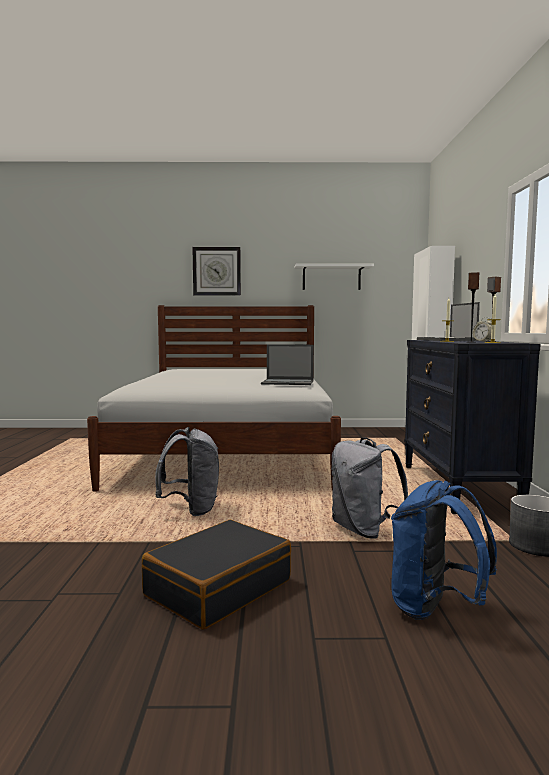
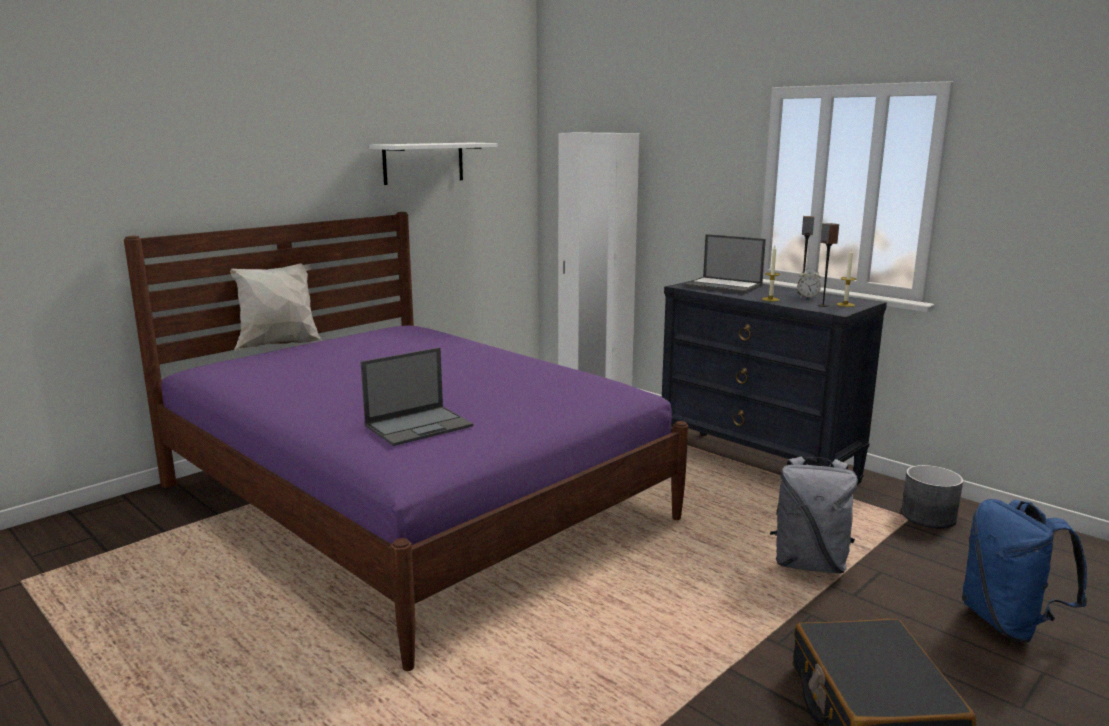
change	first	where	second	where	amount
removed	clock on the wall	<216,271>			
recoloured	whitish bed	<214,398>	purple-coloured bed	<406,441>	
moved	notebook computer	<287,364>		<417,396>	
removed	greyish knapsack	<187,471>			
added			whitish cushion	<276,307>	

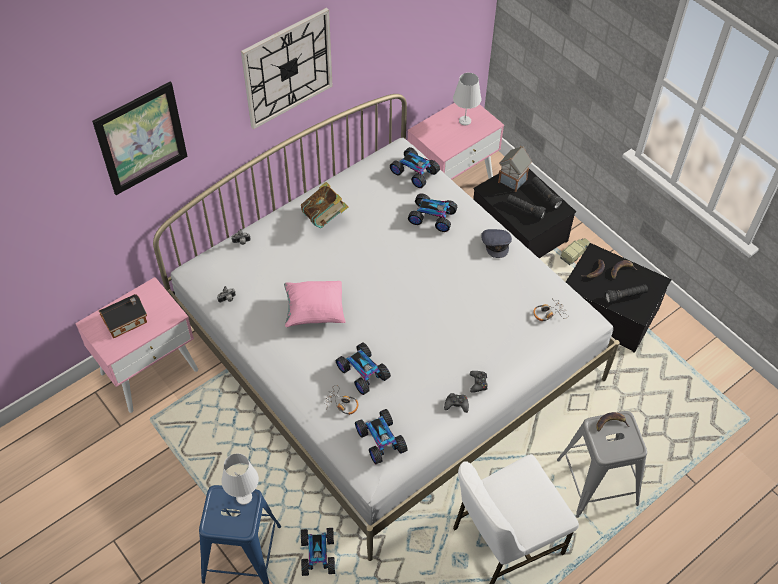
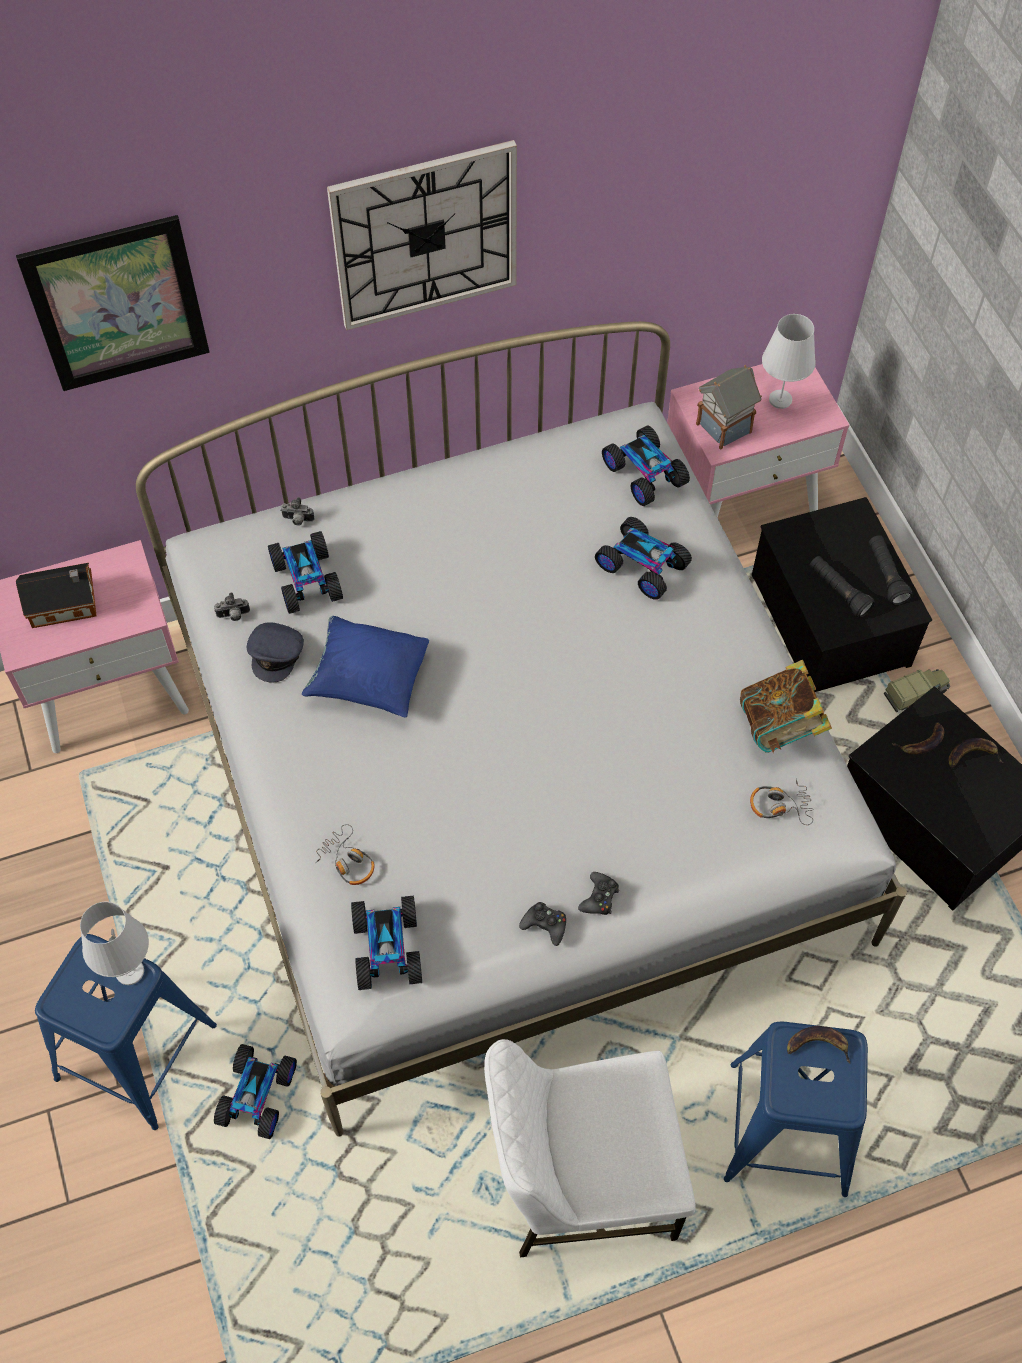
change	first	where	second	where	amount
moved	toy house	<515,169>		<729,407>	
moved	volume	<324,205>		<786,706>	
moved	greyish cap	<496,243>		<275,652>	
recoloured	pink-coloured cushion	<315,304>	blue cushion	<365,667>	
removed	black torch	<626,294>			
moved	miniature car	<363,368>		<305,572>	
recoloured	greyish stool seat	<602,464>	blue stool seat	<796,1109>	

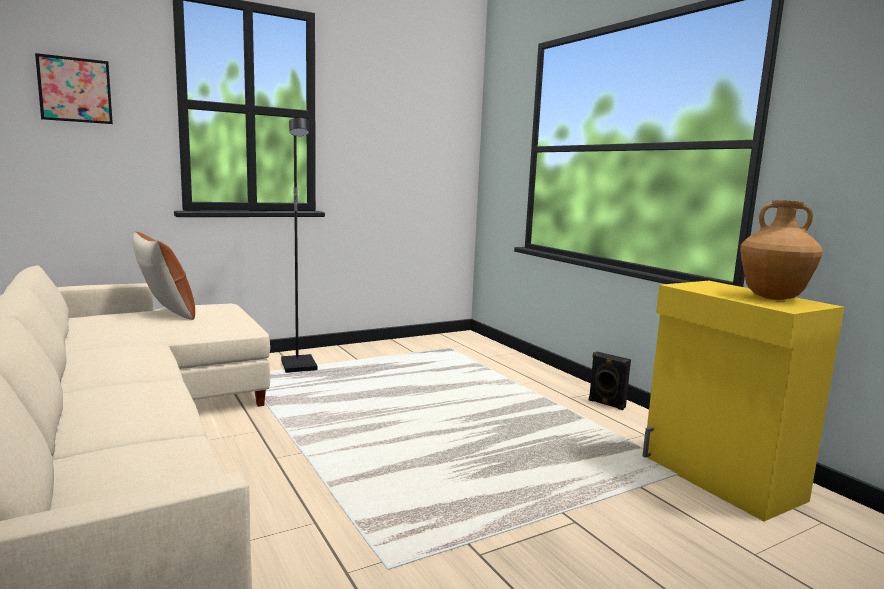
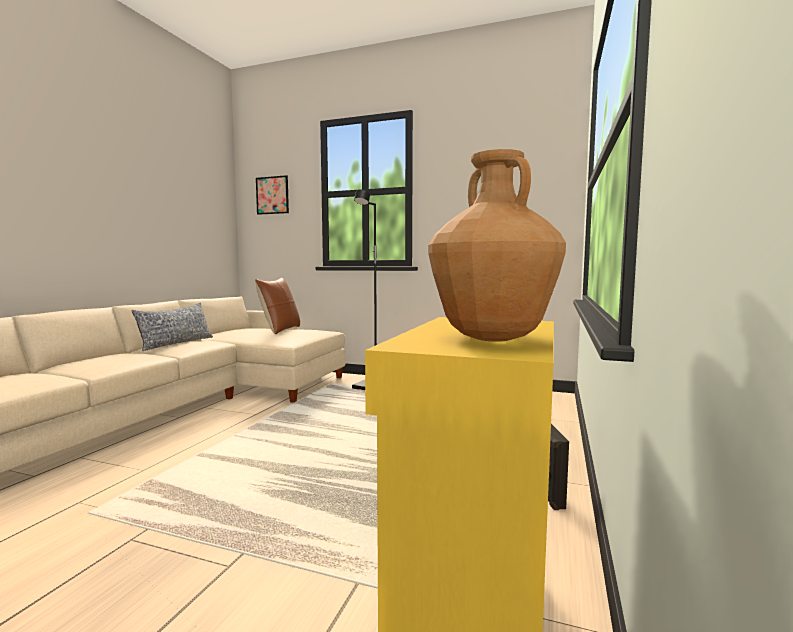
change	first	where	second	where	amount
added			cushion	<172,327>	

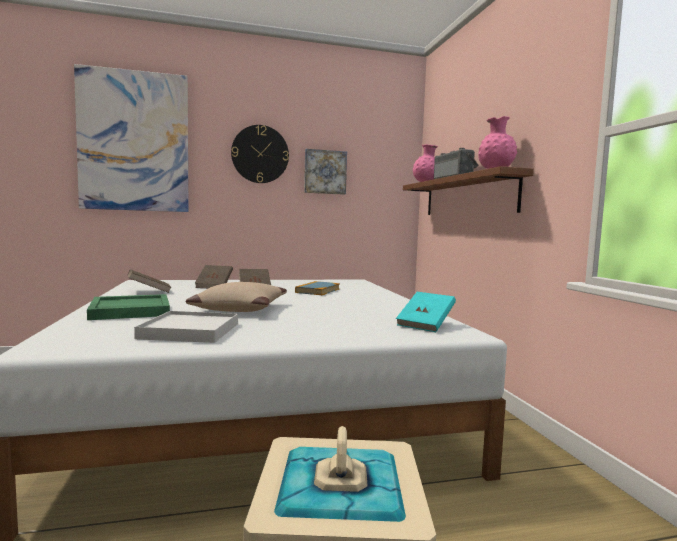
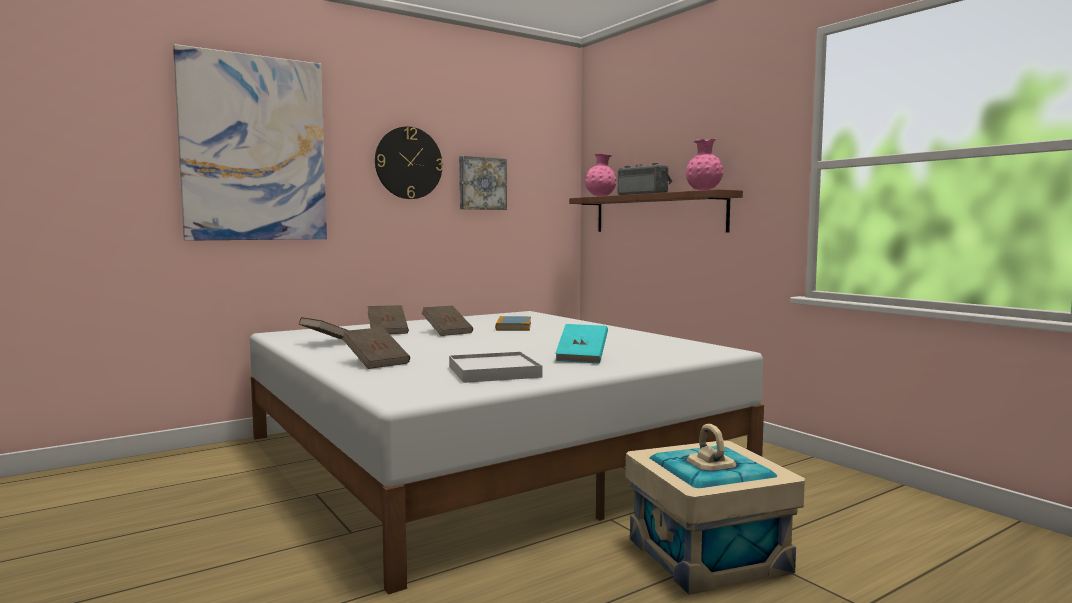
change	first	where	second	where	amount
removed	beige-coloured cushion	<236,297>			
moved	turquoise-coloured volume	<426,312>		<581,343>	
replaced	green-coloured carrying tray	<128,307>	brownish volume	<376,348>	

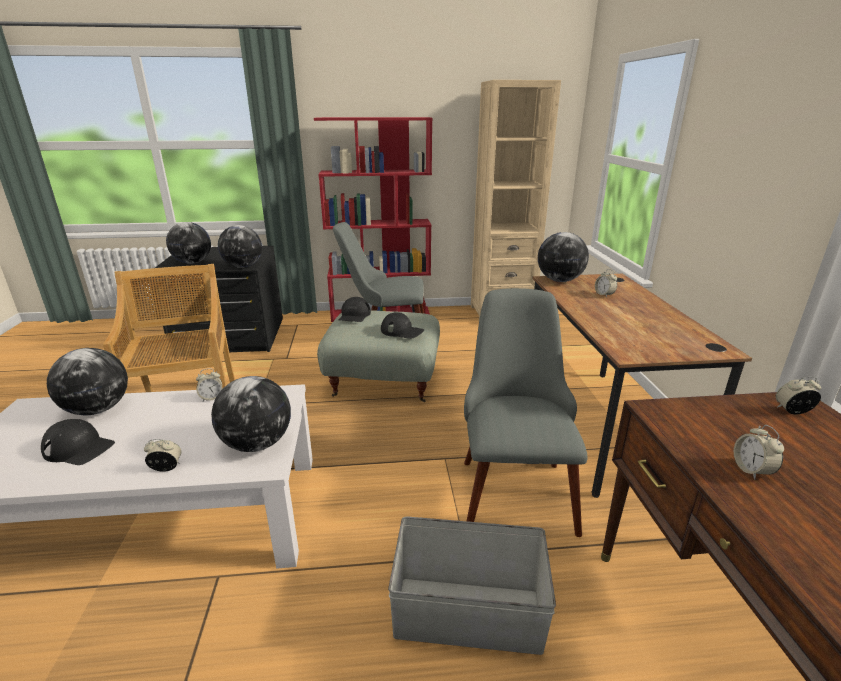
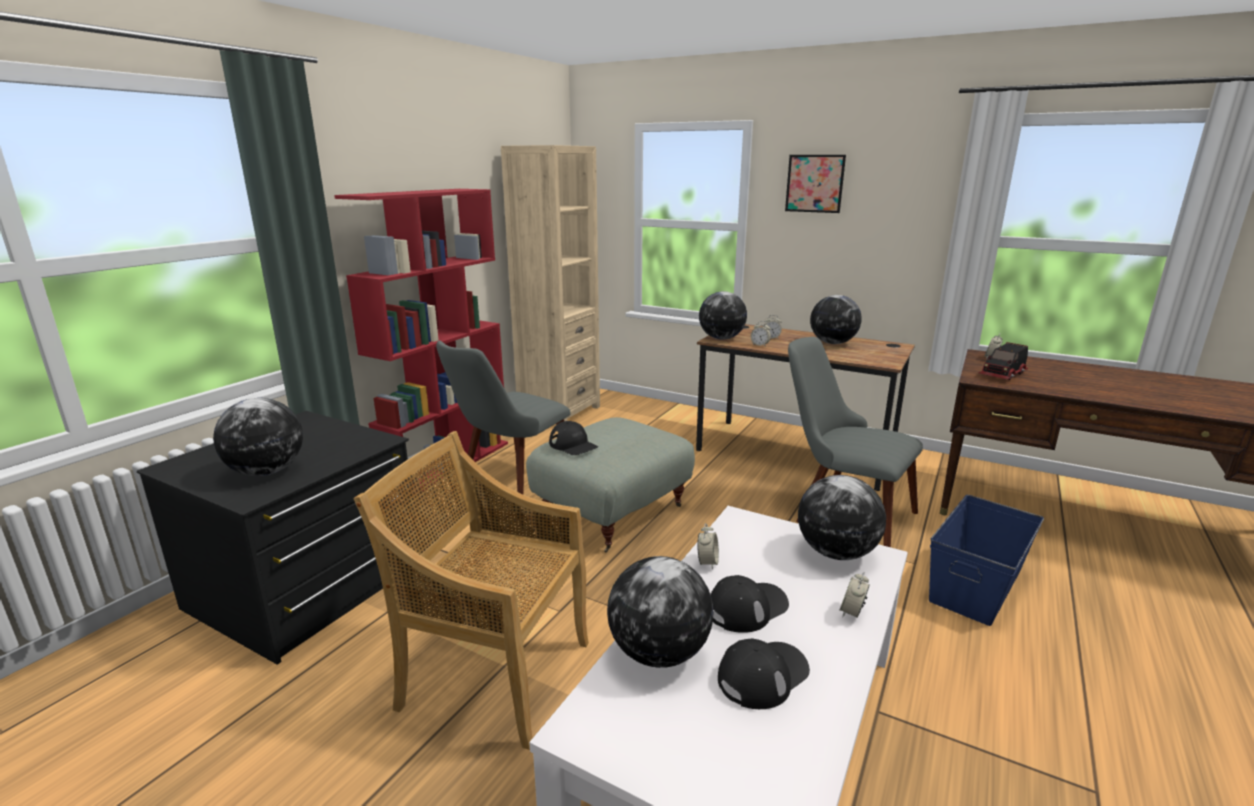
change	first	where	second	where	amount
moved	world globe	<240,246>		<835,319>	
moved	black cap	<402,325>		<749,604>	
moved	bedside clock	<759,452>		<761,334>	
recoloured	greyish storage bin	<472,586>	blue storage bin	<986,560>	
added			picture	<815,184>	
added			toy lorry	<1003,361>	

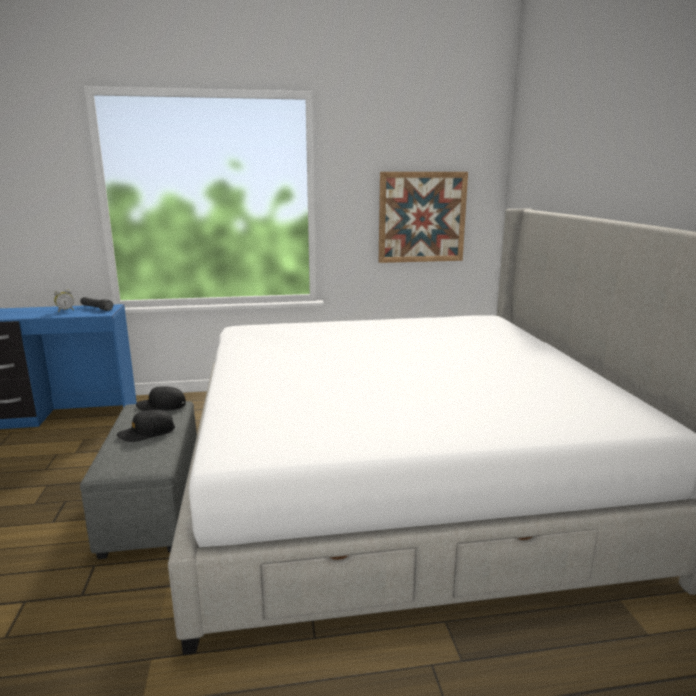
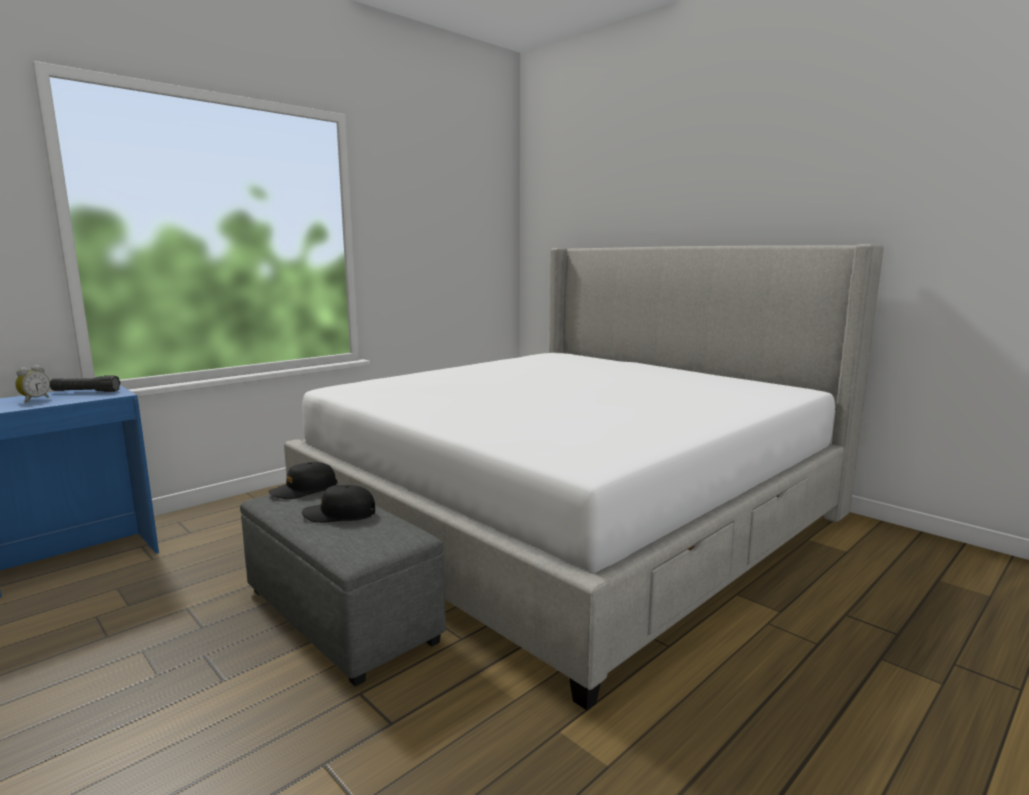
change	first	where	second	where	amount
removed	picture	<423,217>			
turned	black cap	<146,426>		<338,504>	60 degrees clockwise

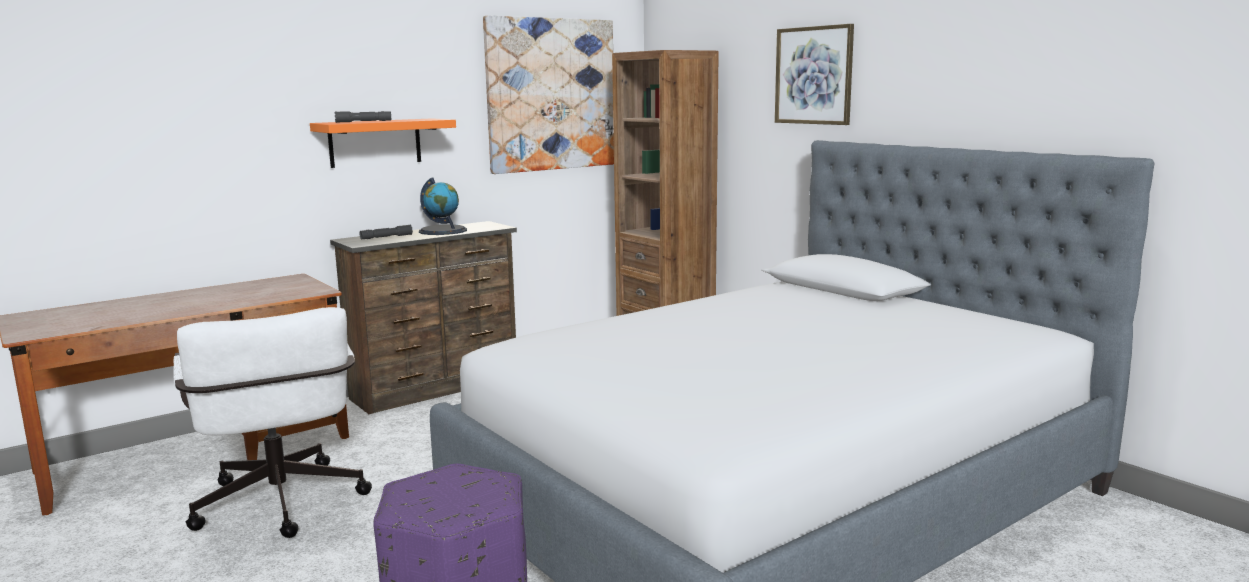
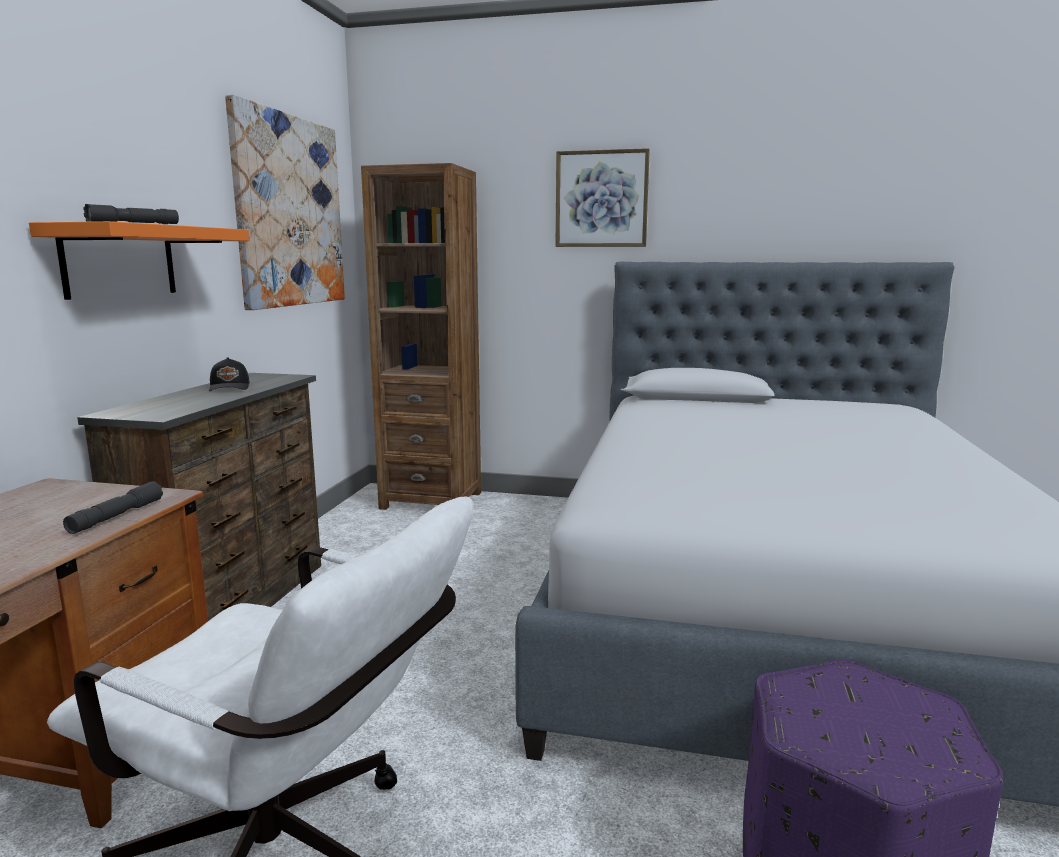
change	first	where	second	where	amount
replaced	world globe	<443,206>	black cap	<229,374>	
moved	greyish torch	<386,232>		<113,507>	

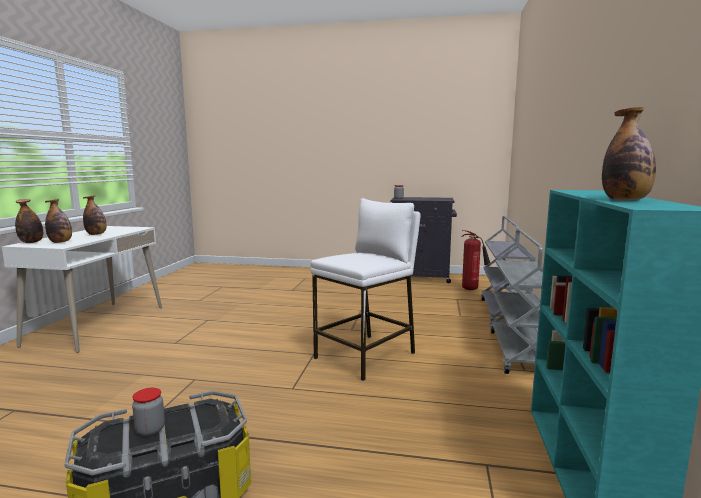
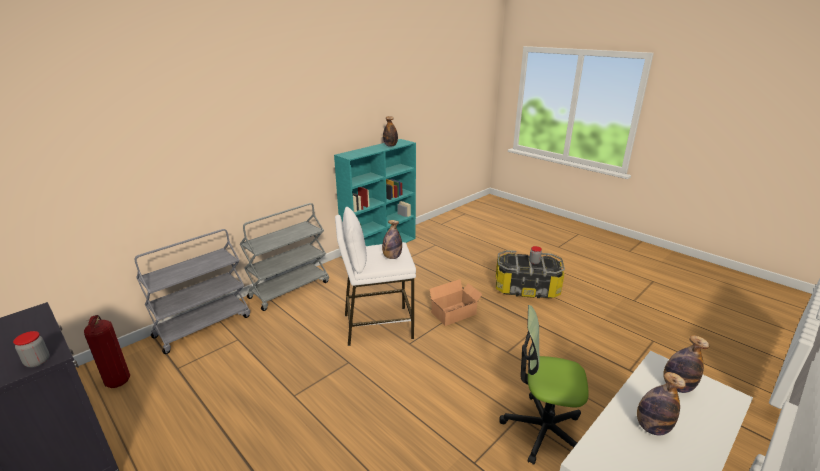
change	first	where	second	where	amount
moved	drink bottle	<29,221>		<392,239>	
added			cardboard box	<455,302>	
added			office chair	<544,385>	

